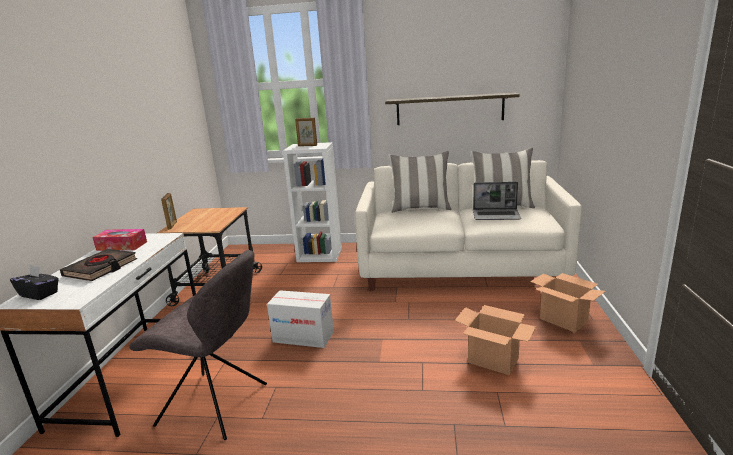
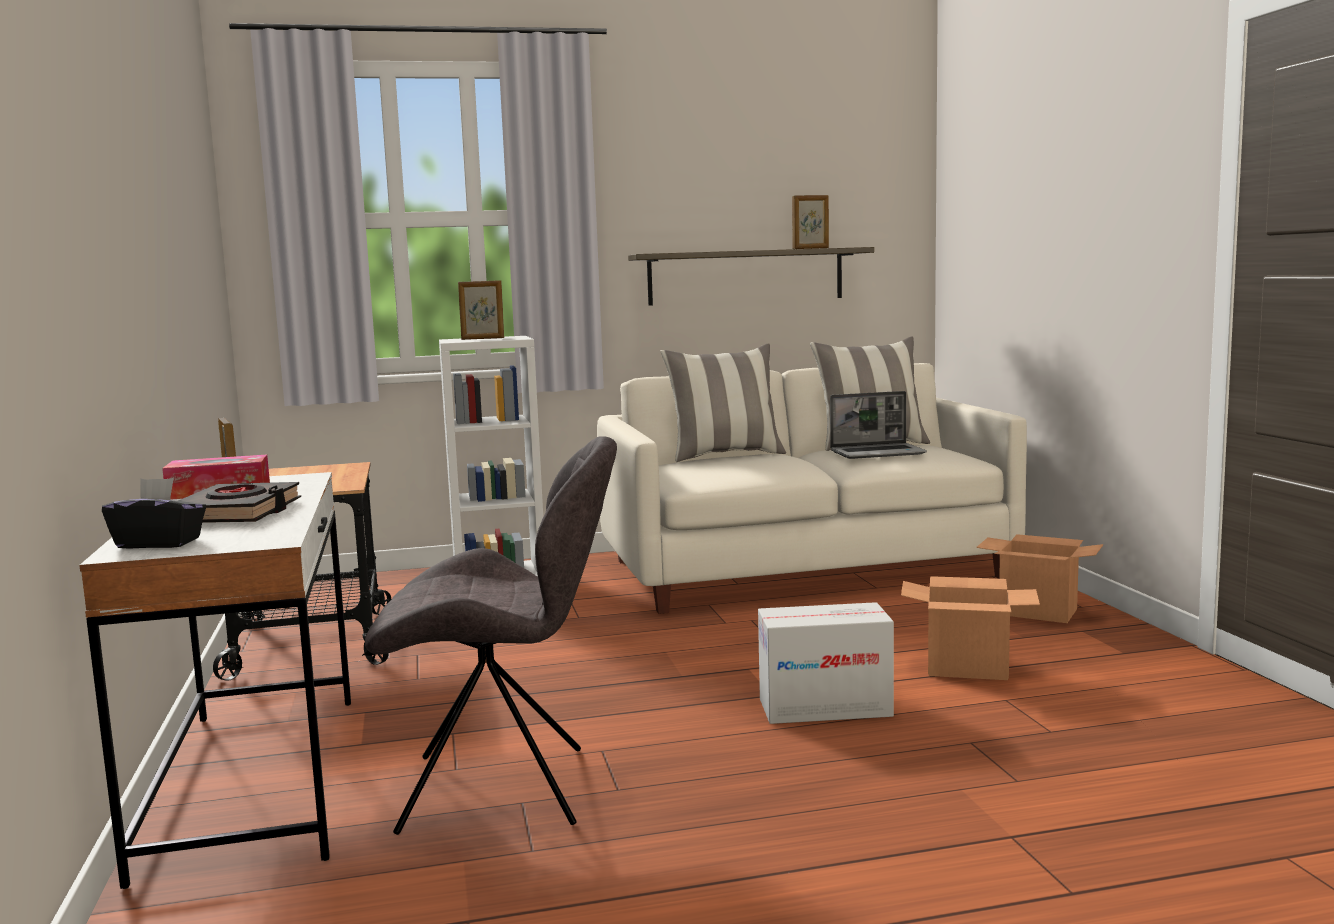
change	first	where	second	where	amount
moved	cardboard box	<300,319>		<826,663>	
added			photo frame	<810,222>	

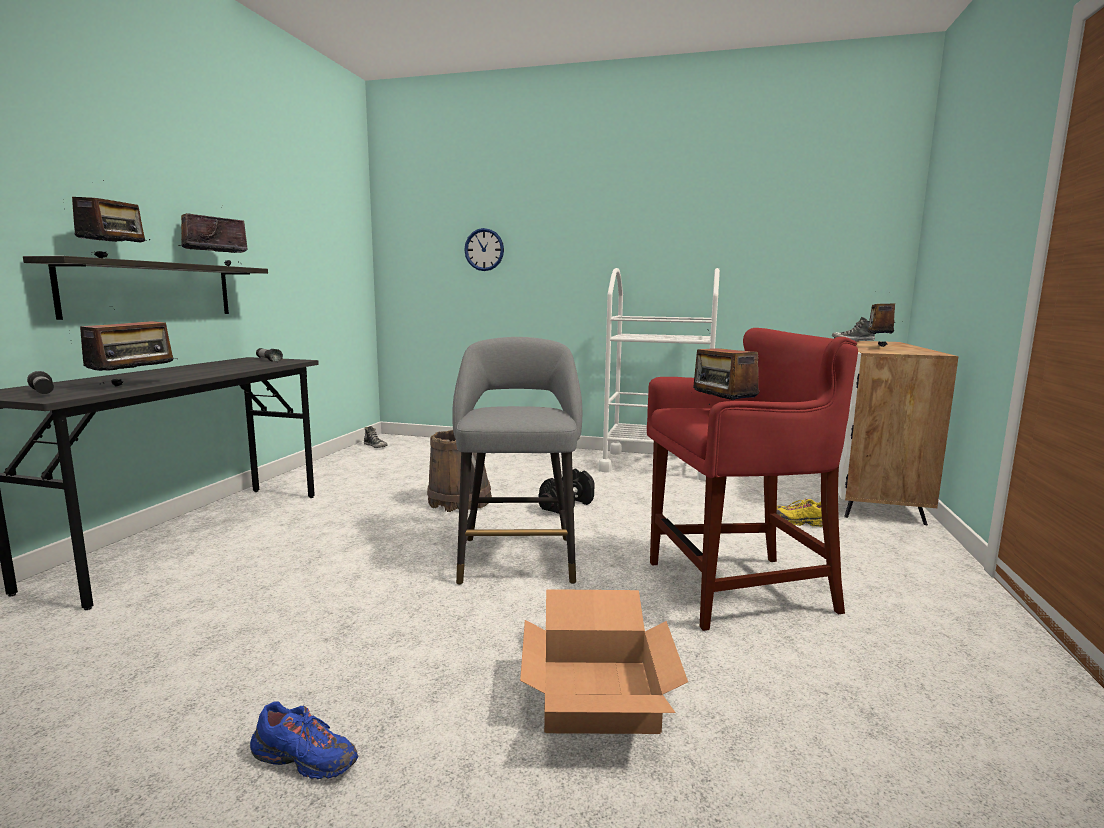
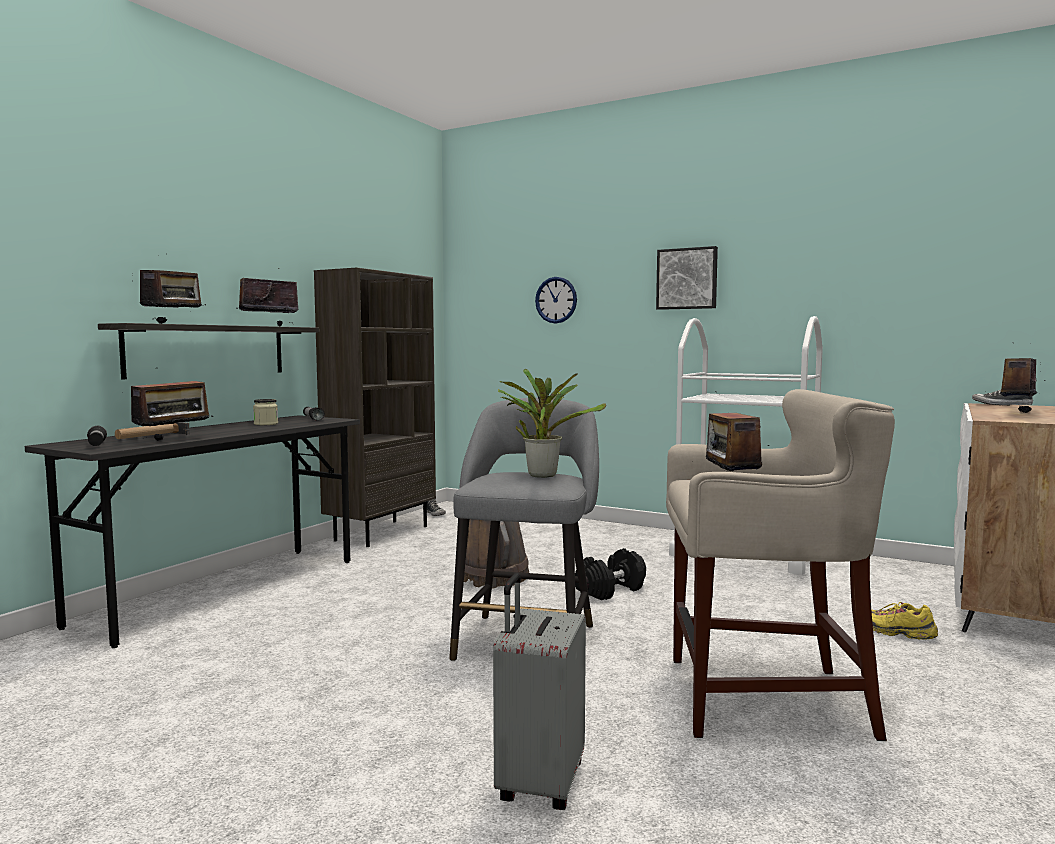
change	first	where	second	where	amount
recoloured	red stool seat	<752,479>	beige-coloured stool seat	<780,565>	
replaced	cardboard box	<604,661>	greyish suitcase	<539,691>	
removed	blue item of footwear	<304,740>			
added			picture	<687,278>	
added			brownish bookcase	<375,407>	
added			plant in a pot	<552,423>	
added			storage jar	<265,412>	
added			tool hammer	<152,430>	

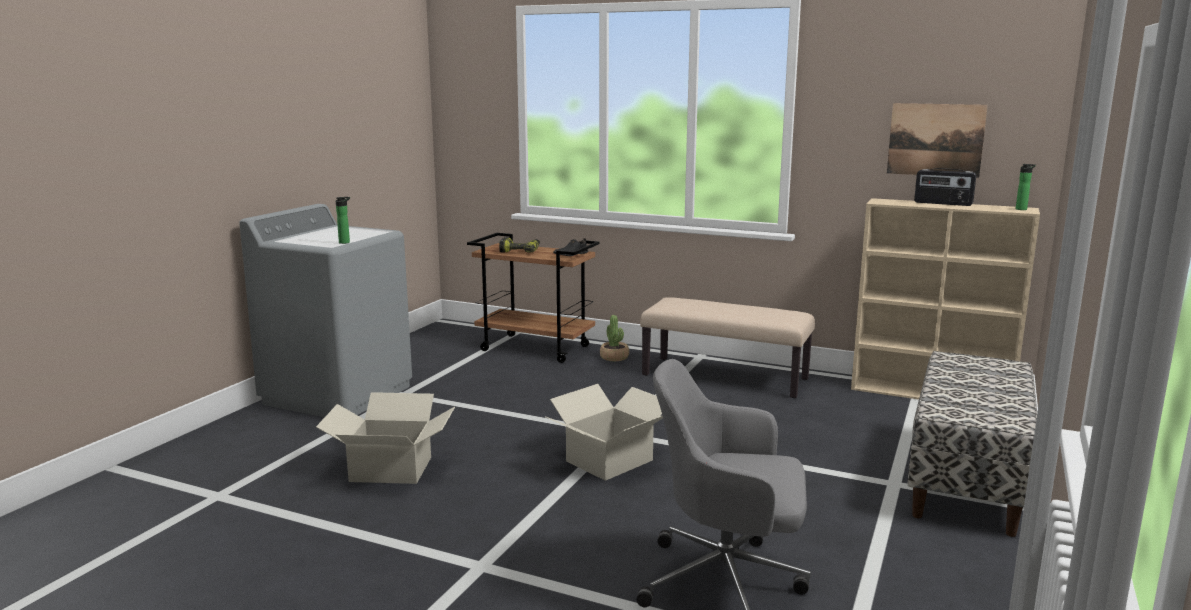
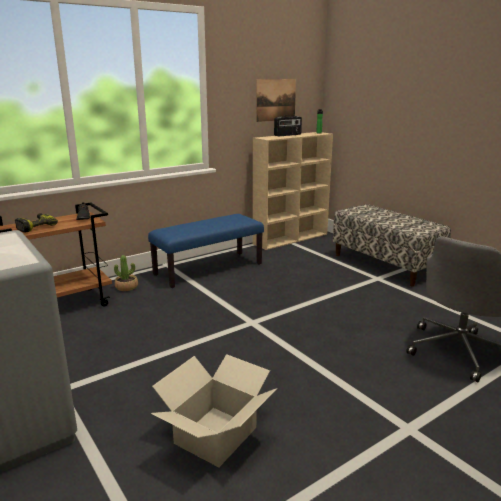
change	first	where	second	where	amount
removed	drink bottle	<343,220>			
recoloured	beige-coloured indoor bench	<727,347>	blue indoor bench	<206,251>	
removed	cardboard box	<604,432>			

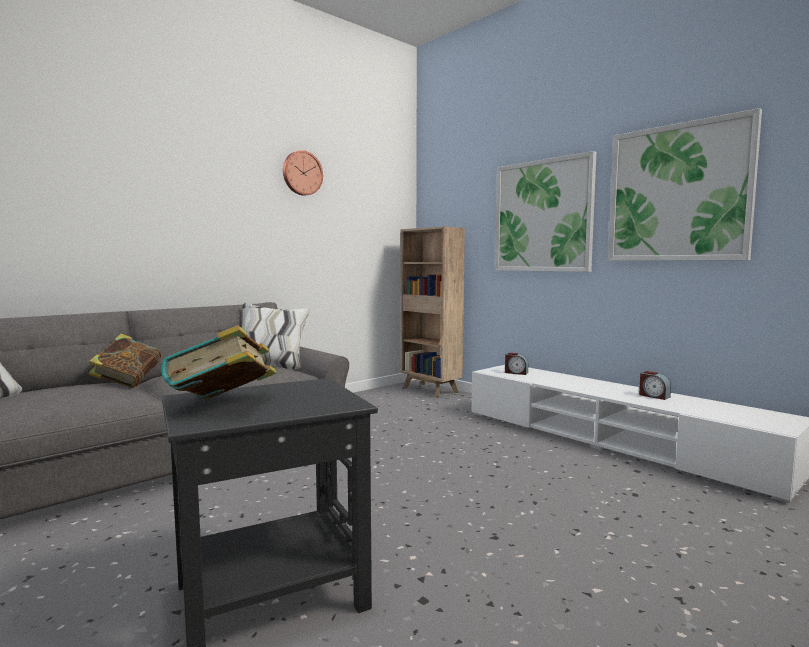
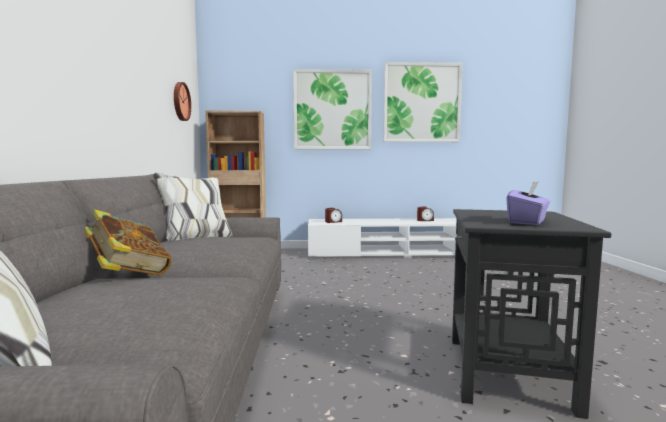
change	first	where	second	where	amount
moved	clock on the wall	<303,173>		<182,101>	
replaced	volume	<219,362>	purple-coloured tissue box	<528,203>	

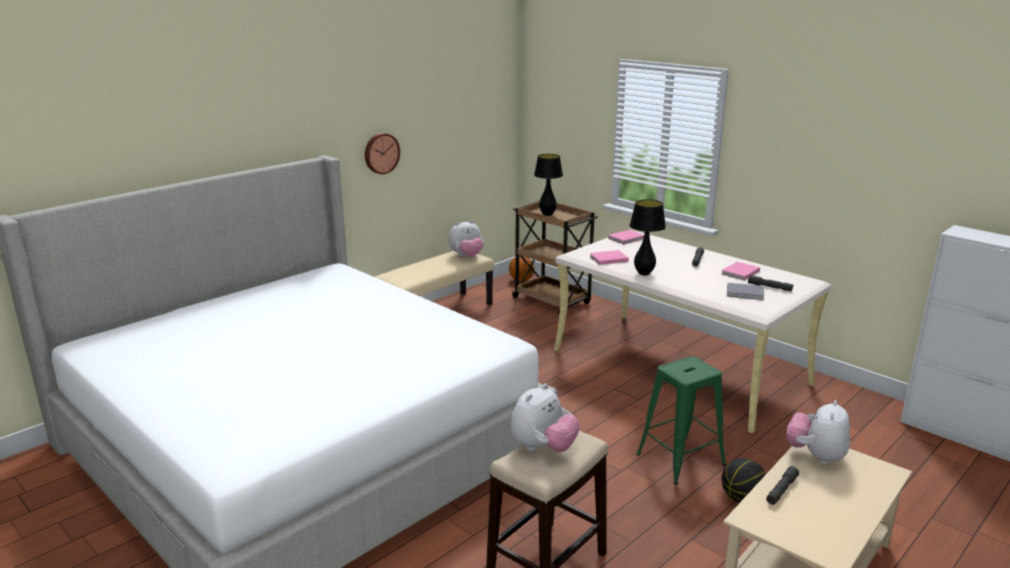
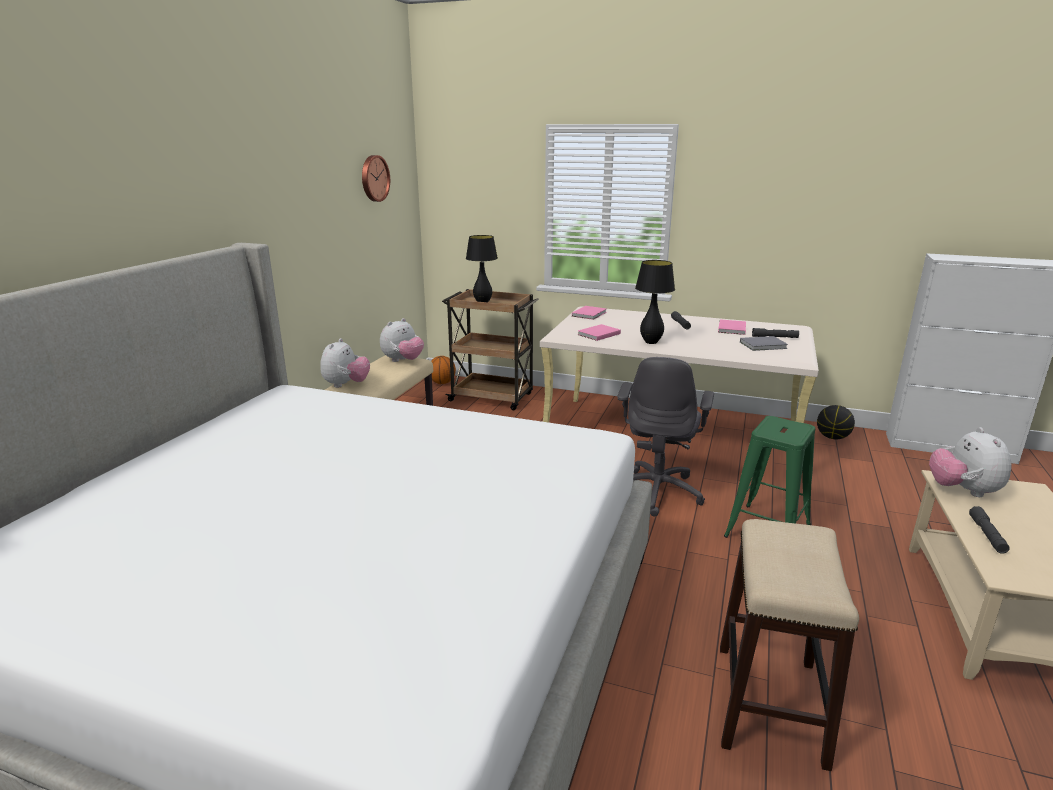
change	first	where	second	where	amount
moved	clock on the wall	<382,153>		<376,178>	
moved	plush toy	<545,417>		<345,363>	
moved	basketball ball	<744,480>		<836,422>	
added			greyish office chair	<665,436>	

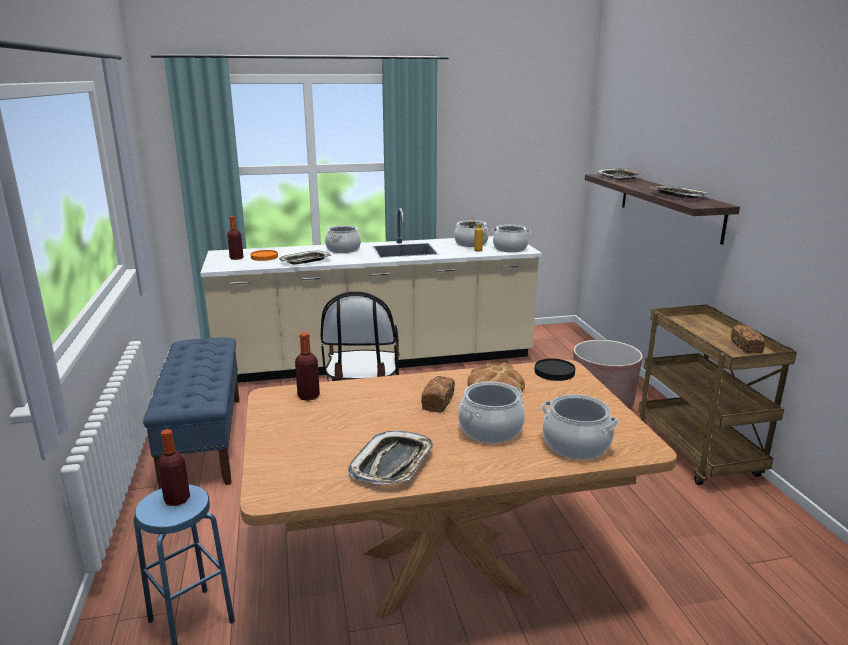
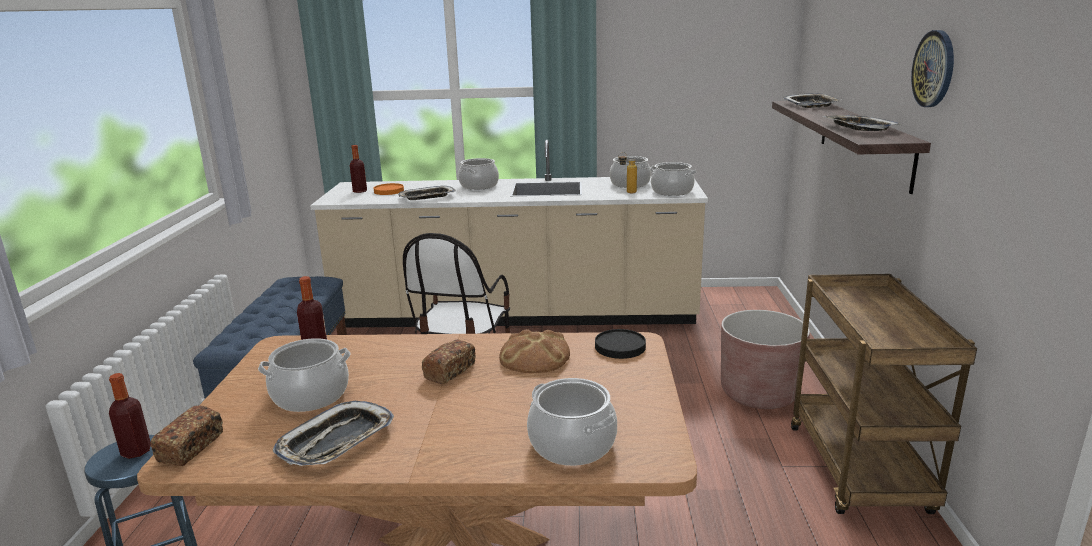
change	first	where	second	where	amount
moved	baked bread	<748,339>		<186,435>	
moved	stockpot	<491,412>		<304,375>	
added			clock on the wall	<932,68>	

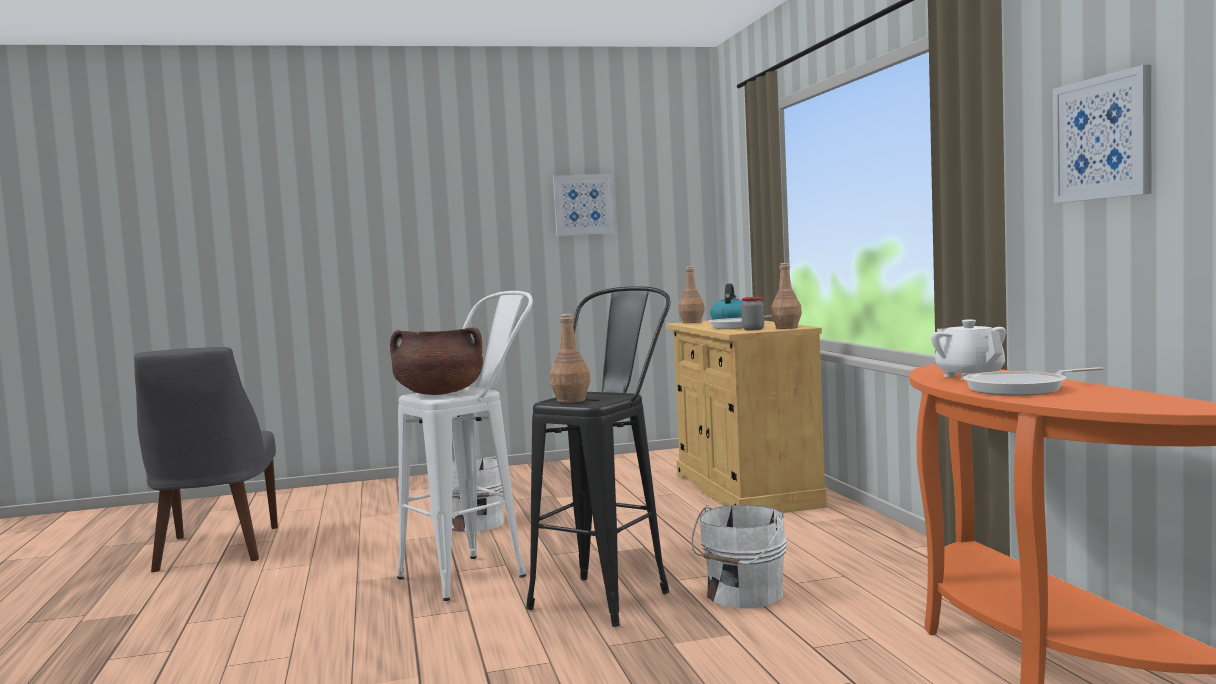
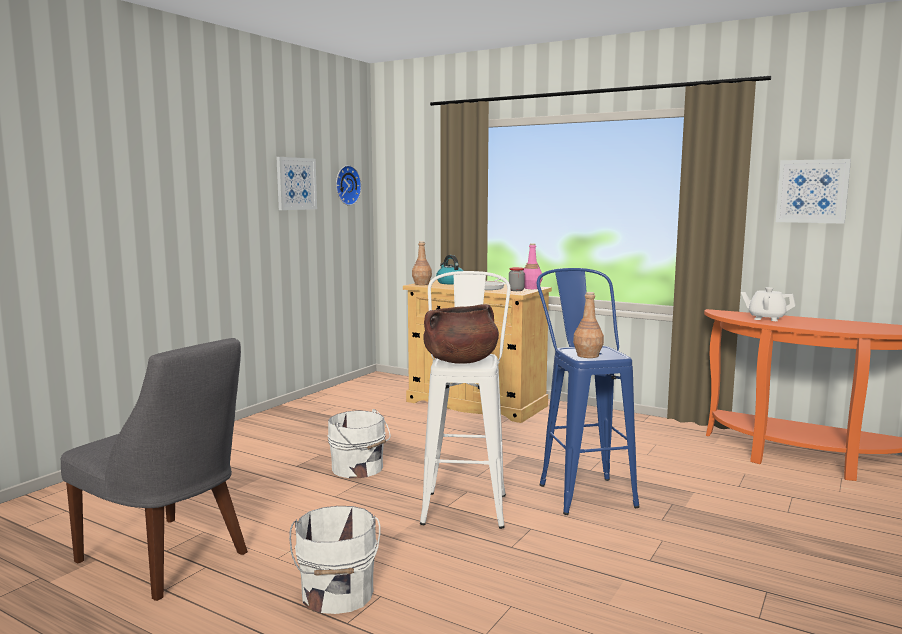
change	first	where	second	where	amount
recoloured	brownish drink bottle	<786,296>	pink-coloured drink bottle	<533,266>	
recoloured	black stool seat	<598,456>	blue stool seat	<588,391>	
removed	skillet	<1033,381>			
moved	whitish pail	<739,556>		<335,560>	
added			clock on the wall	<349,185>	

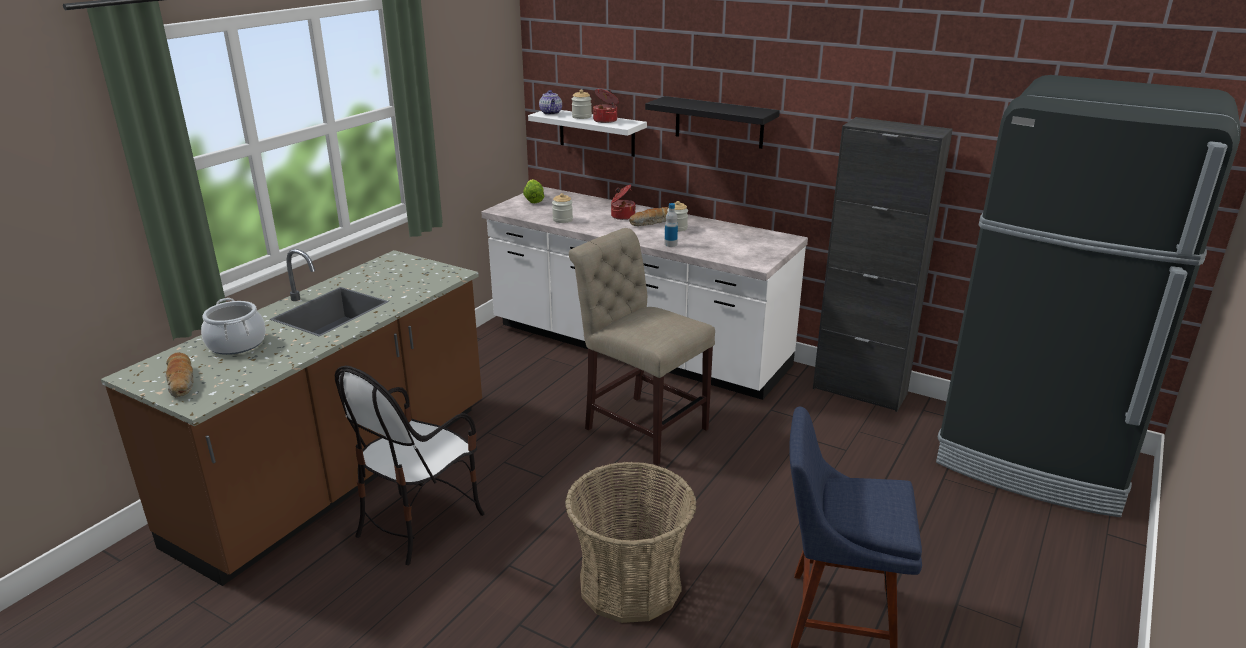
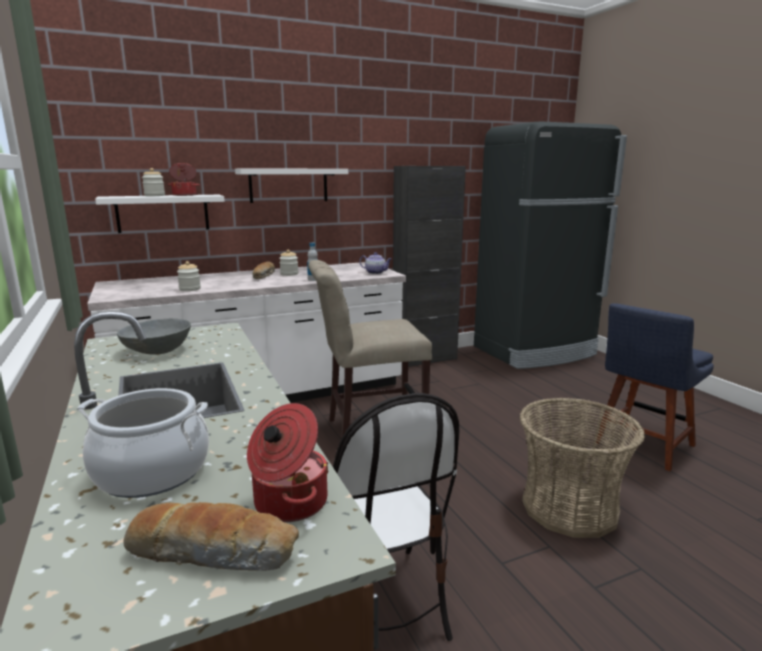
change	first	where	second	where	amount
moved	tea pot	<550,102>		<375,263>	
recoloured	black wall shelf	<712,122>	whitish wall shelf	<291,186>	
removed	lettuce head	<533,191>			
moved	stockpot	<623,202>		<287,462>	
added			greyish deep dish	<154,337>	

